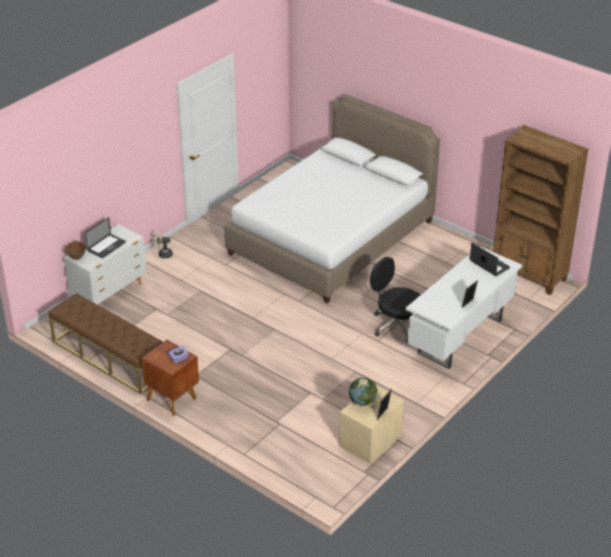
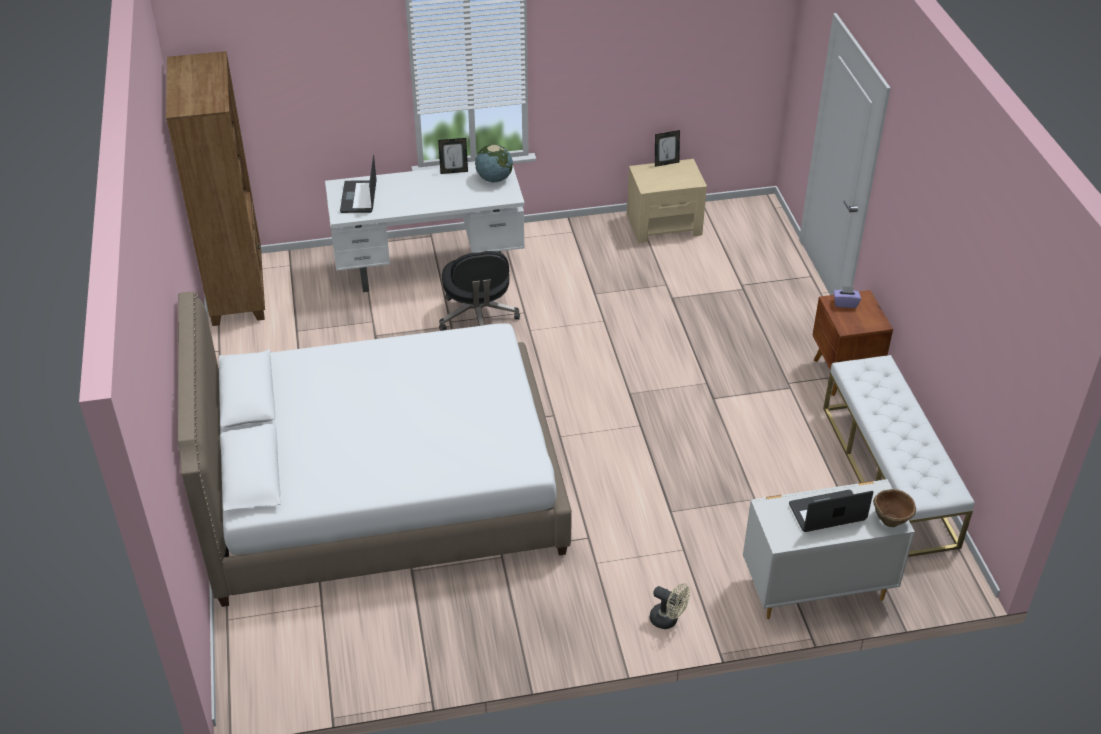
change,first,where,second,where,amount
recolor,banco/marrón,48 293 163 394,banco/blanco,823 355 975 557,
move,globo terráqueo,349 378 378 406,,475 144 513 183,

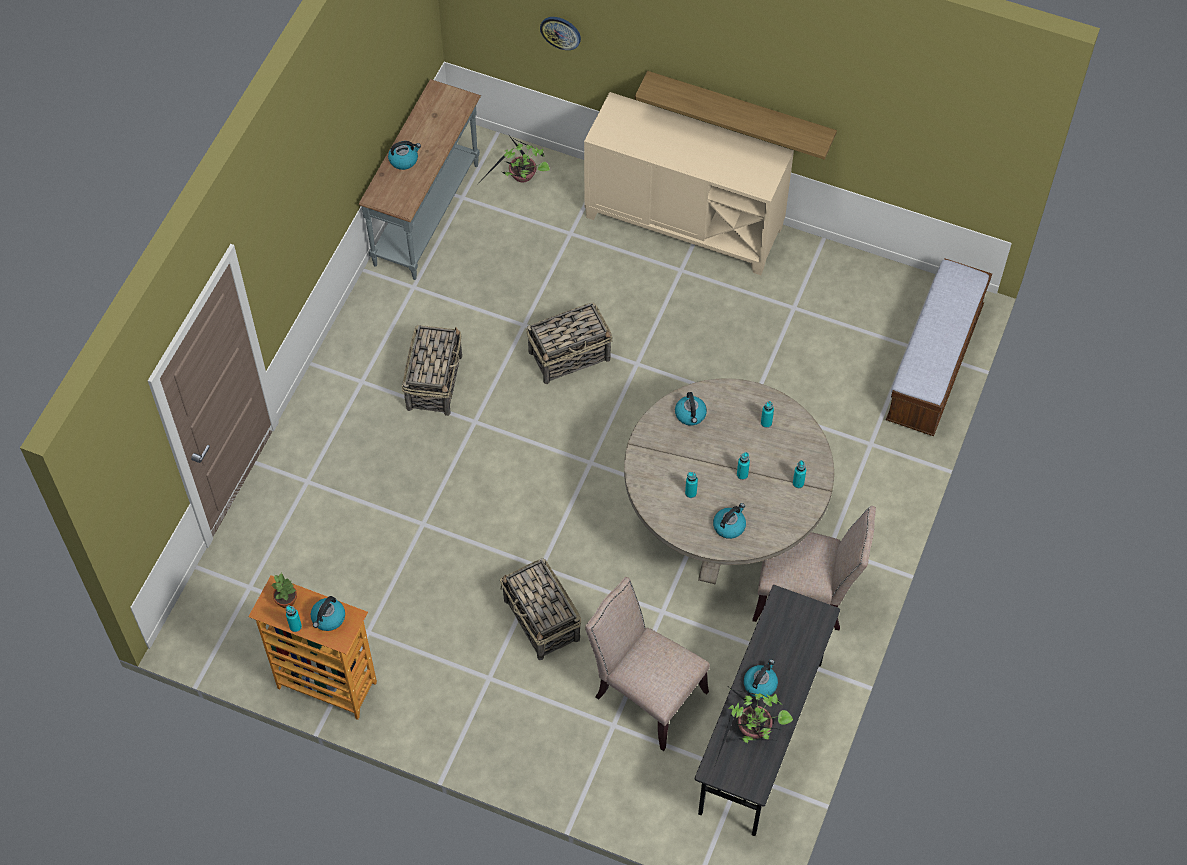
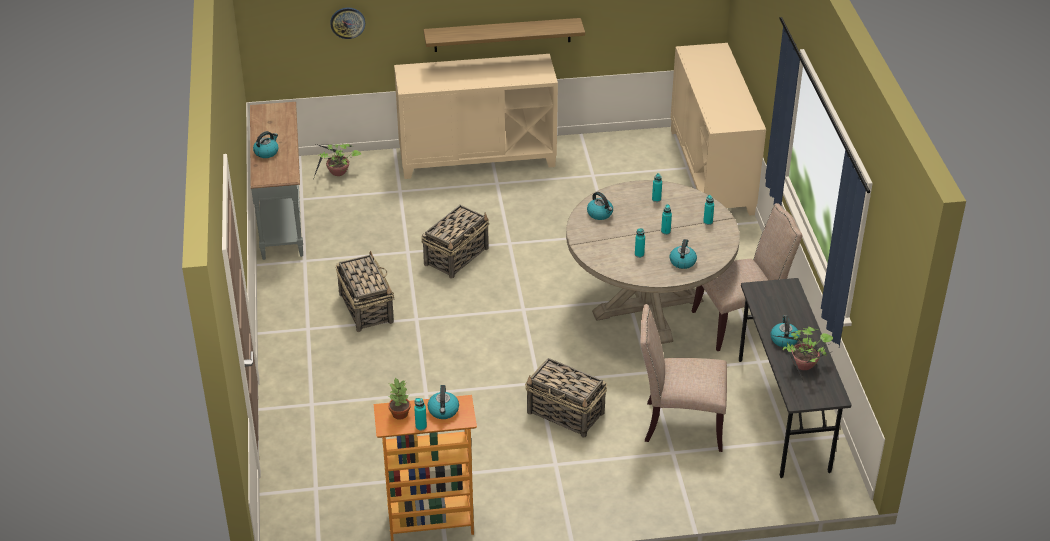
change,first,where,second,where,amount
replace,banco,886 259 992 436,armario/beis,671 43 766 216,

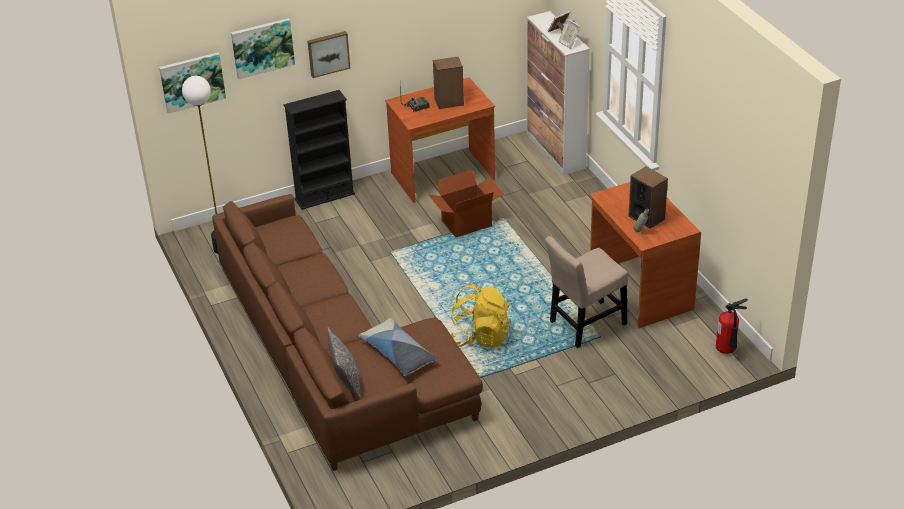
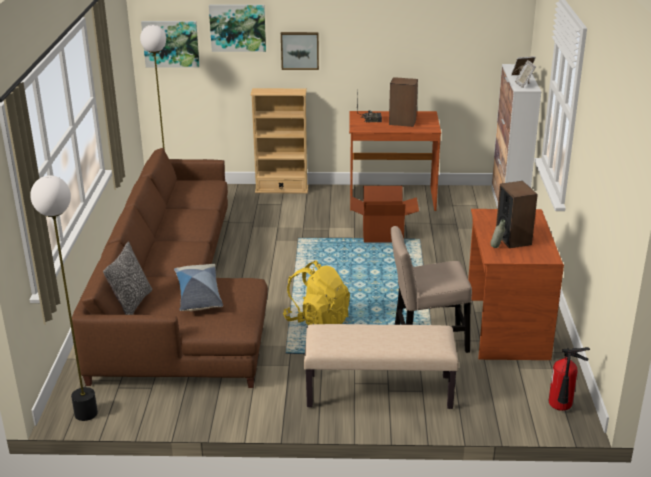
change,first,where,second,where,amount
recolor,estantería/negro,283 90 355 210,estantería/beis,250 88 308 194,
insert,,,lámpara de pie,30 175 98 421,
insert,,,banco/beis,304 324 459 409,

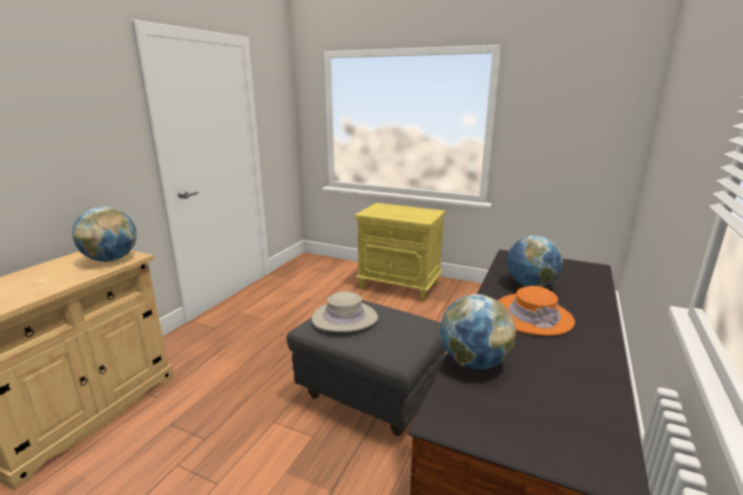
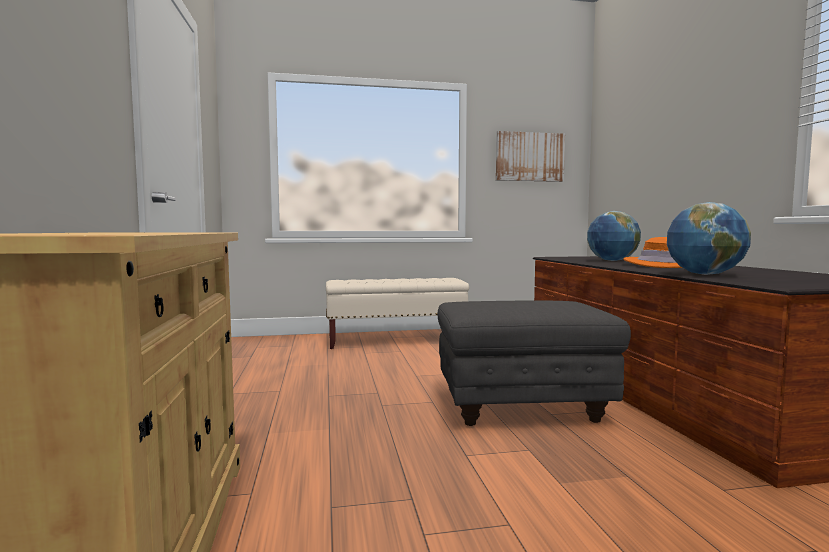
change,first,where,second,where,amount
replace,mesita de noche/amarillo,355 203 445 301,banco/beis,326 278 469 349,
delete,globo terráqueo,72 207 137 262,,,
delete,sombrero/beis,312 291 378 332,,,
insert,,,cuadro,496 131 565 182,

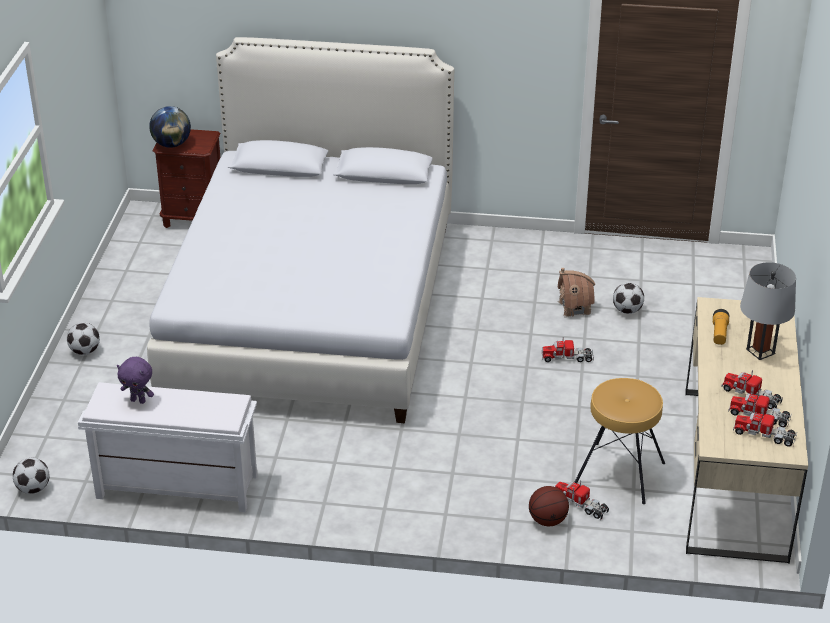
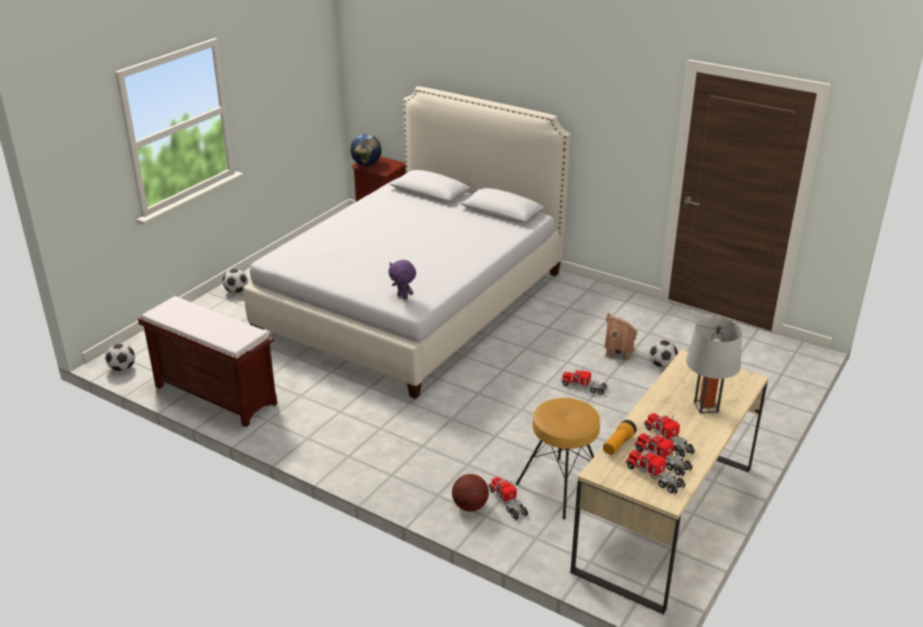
change,first,where,second,where,amount
move,linterna,713 309 729 345,,603 420 637 455,
move,peluche/morado,117 357 154 404,,388 260 416 300,
recolor,banco/blanco,78 382 257 512,banco/marrón,138 296 277 427,

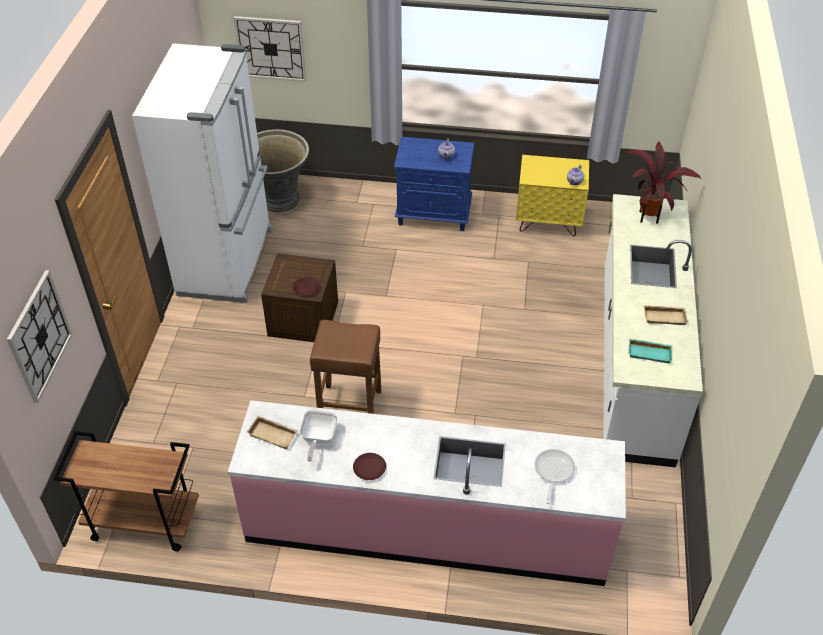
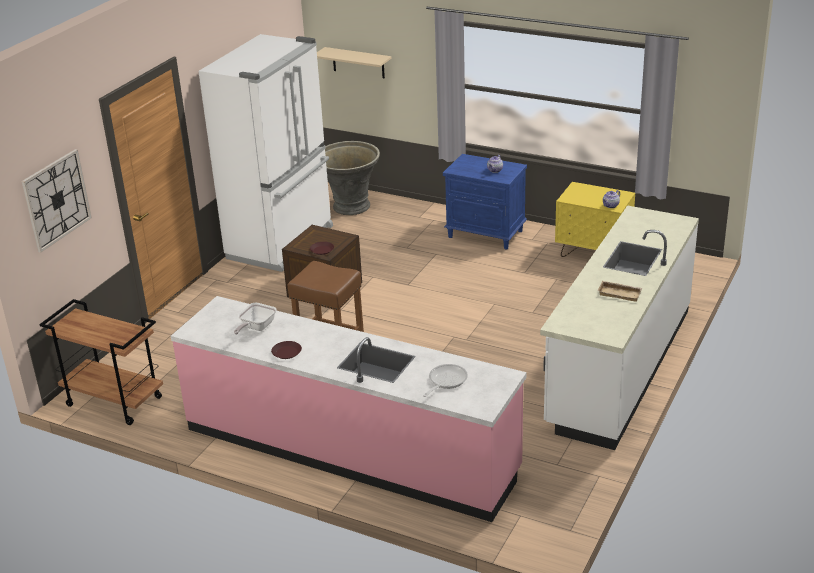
change,first,where,second,where,amount
replace,reloj de pared,233 16 306 82,estante/beis,317 47 392 78,
delete,planta en maceta,626 141 702 224,,,
delete,bandeja/turquesa,628 338 672 363,,,
delete,bandeja/beis,246 416 298 449,,,

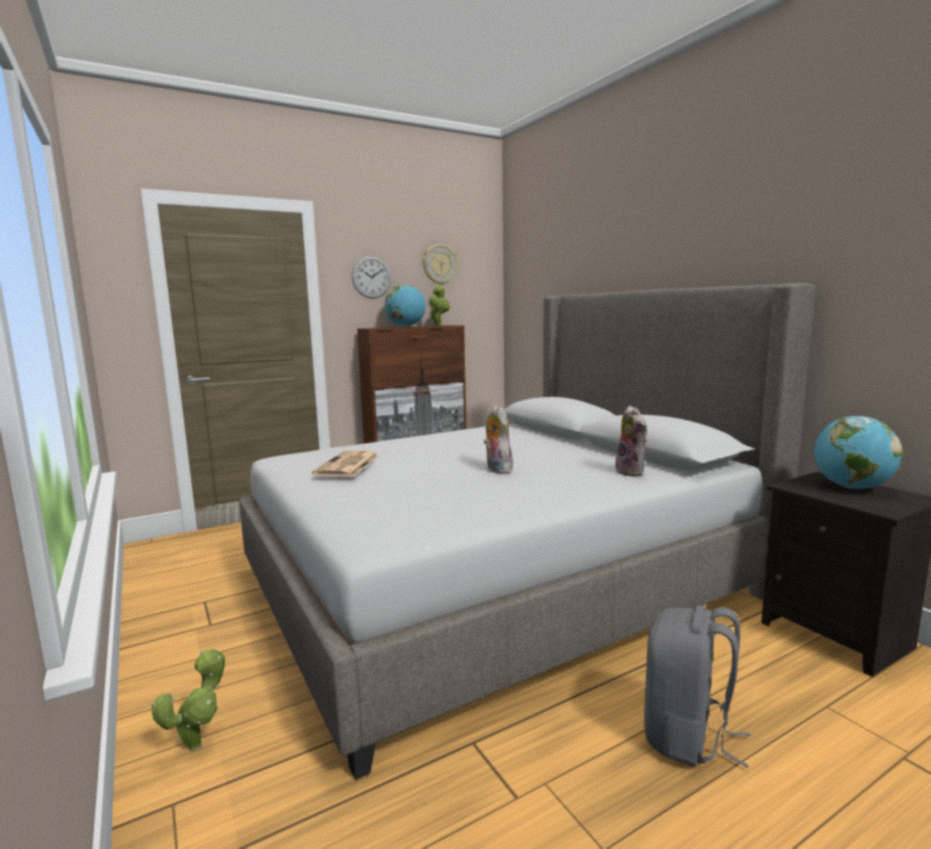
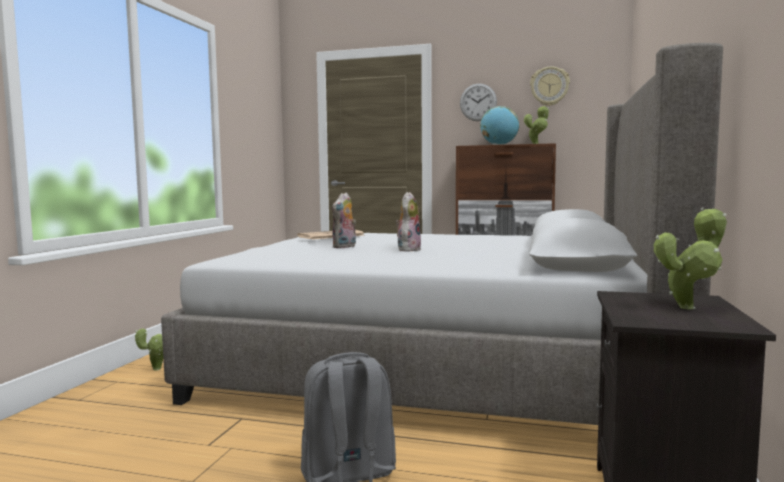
change,first,where,second,where,amount
move,peluche,615 405 647 477,,332 193 356 248,
replace,globo terráqueo,814 416 903 489,planta en maceta,654 207 727 309,

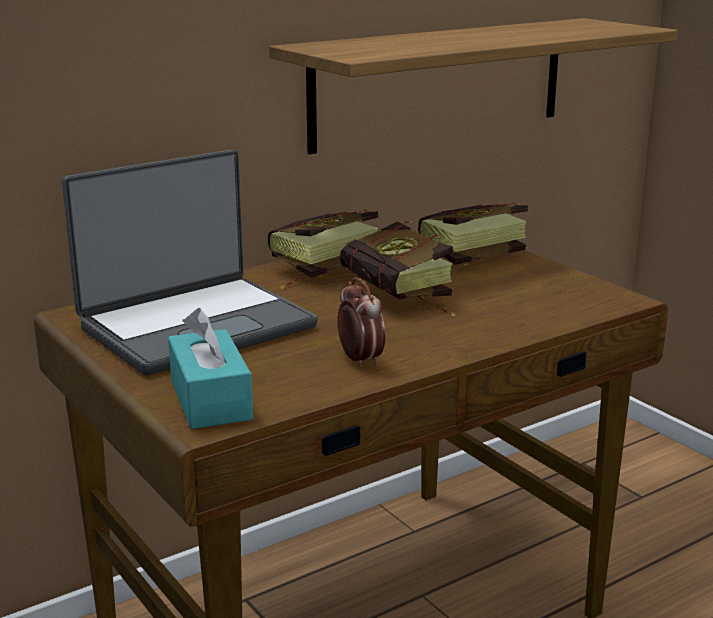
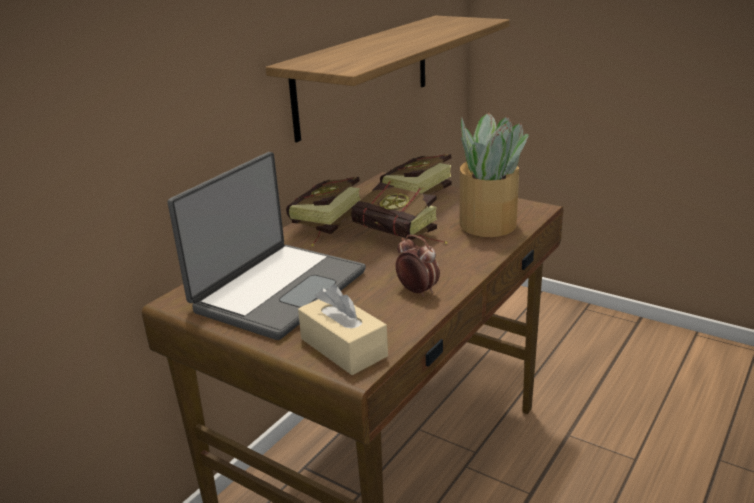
change,first,where,second,where,amount
recolor,caja de pañuelos/turquesa,168 308 253 429,caja de pañuelos/beis,298 284 388 375,
insert,,,planta en maceta,459 113 529 237,

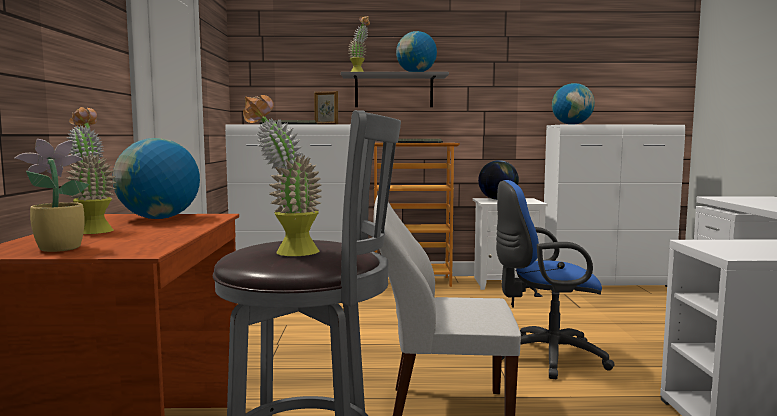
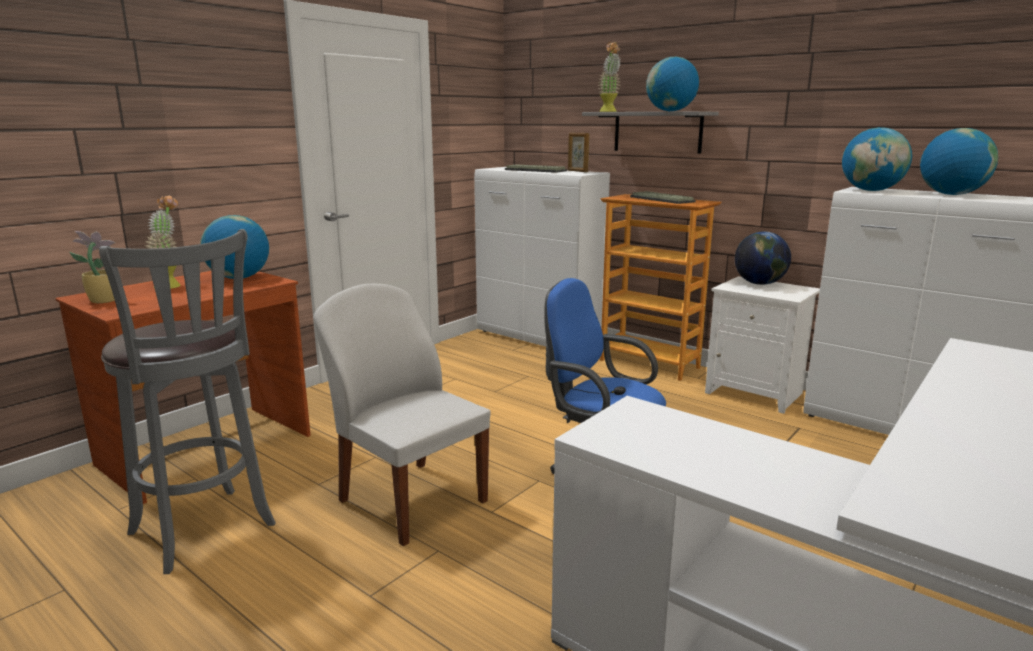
change,first,where,second,where,amount
delete,planta en maceta,243 95 321 256,,,
insert,,,globo terráqueo,920 128 998 195,

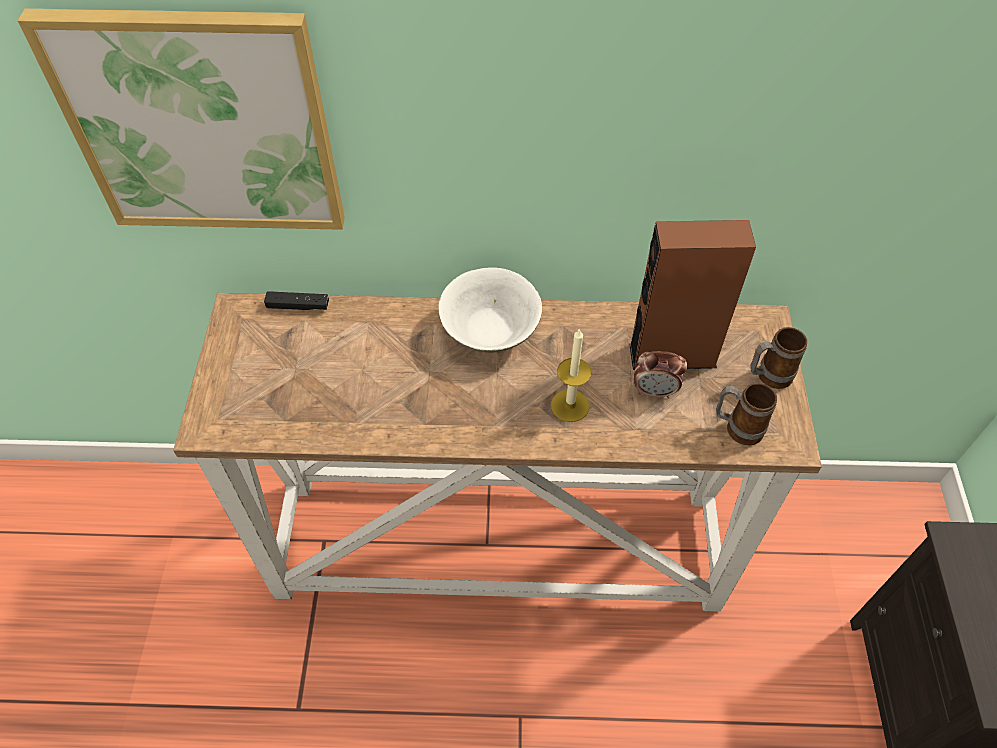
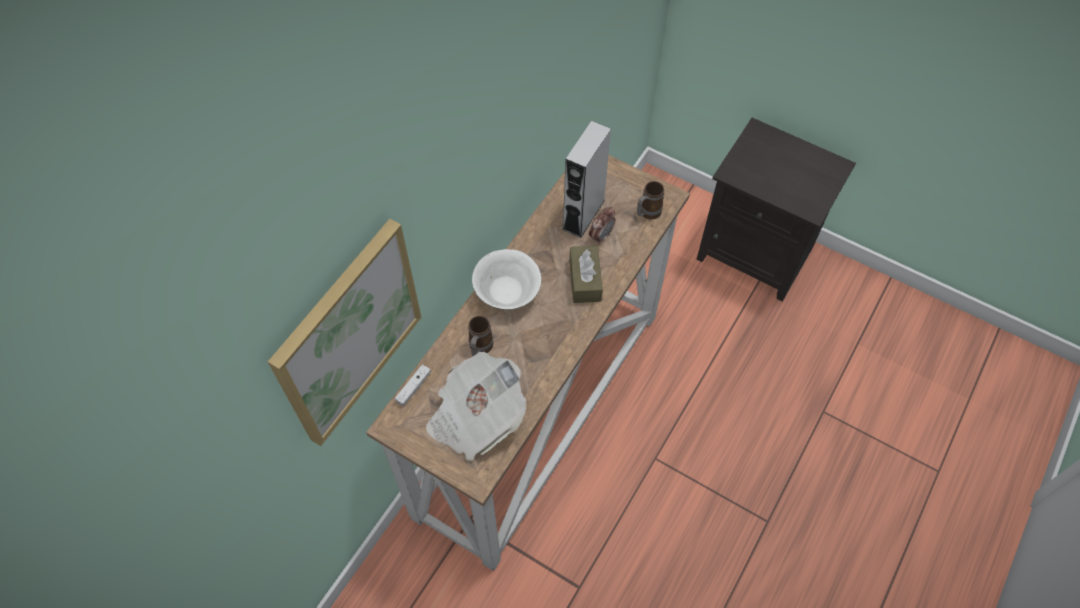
change,first,where,second,where,amount
recolor,altavoz/marrón,629 220 756 370,altavoz/gris,562 120 611 238,
recolor,mando de consola/negro,264 291 329 310,mando de consola/blanco,395 364 431 406,
move,taza grande,750 327 807 389,,468 316 493 356,
replace,vela,551 328 591 422,caja de pañuelos/marrón,569 246 603 303,
insert,,,periódico,426 352 527 461,

